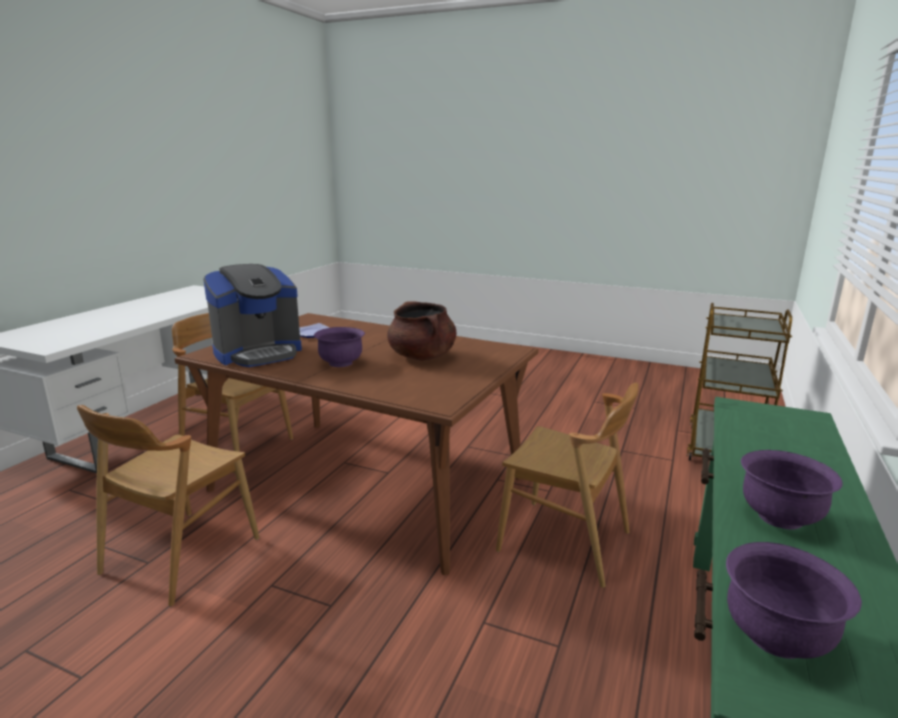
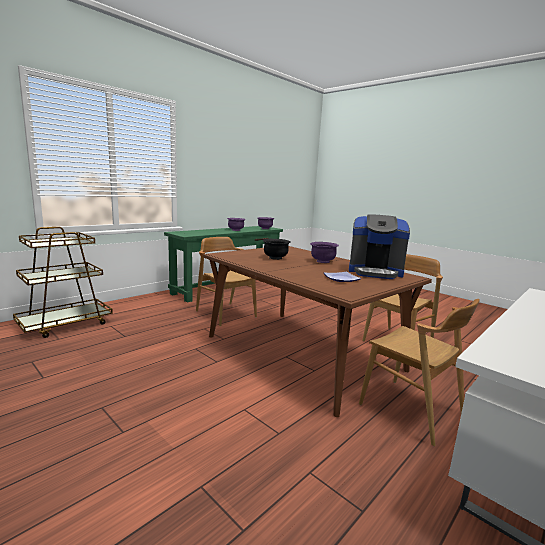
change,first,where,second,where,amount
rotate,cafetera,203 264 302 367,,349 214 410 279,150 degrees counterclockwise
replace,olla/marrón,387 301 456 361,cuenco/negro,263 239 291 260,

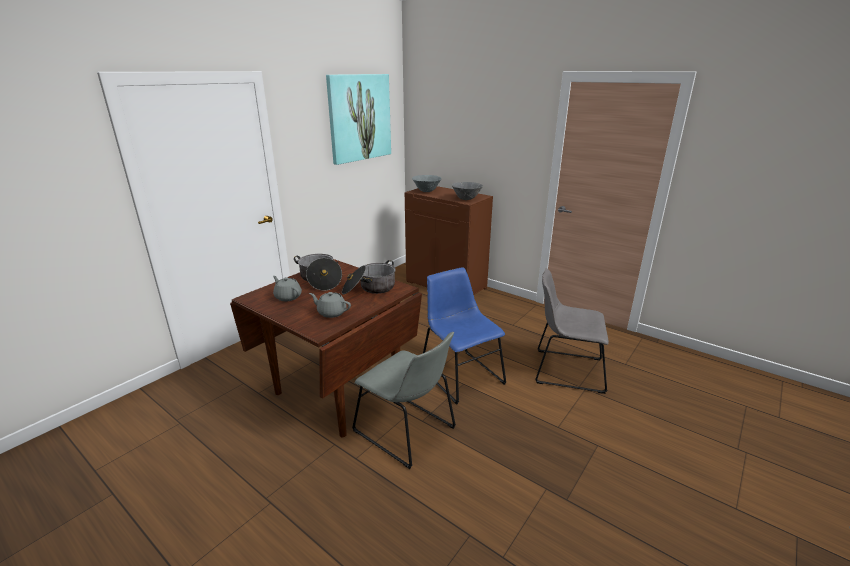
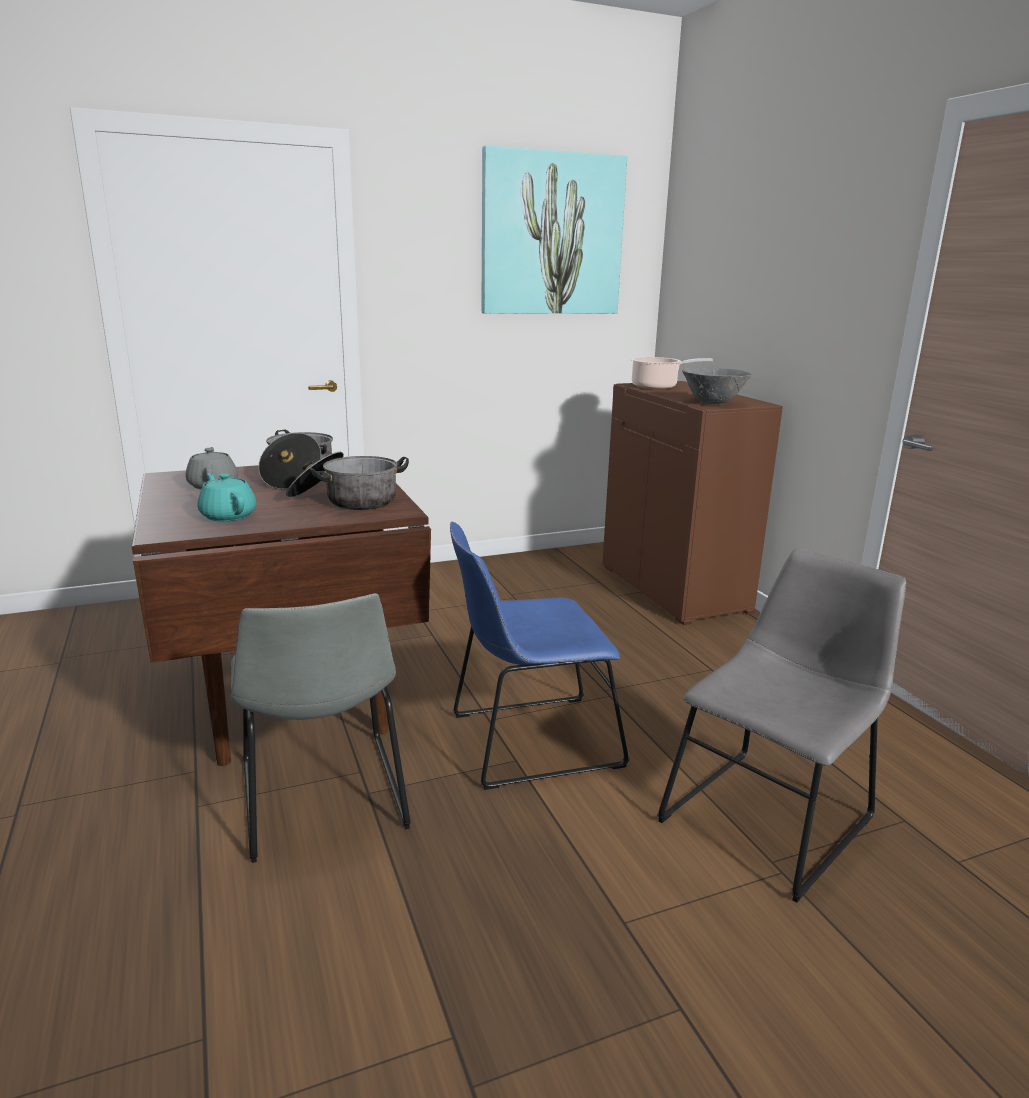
change,first,where,second,where,amount
replace,cuenco/gris,412 175 442 192,olla,631 357 713 389,
rotate,silla/azul,423 267 507 405,,450 522 630 790,105 degrees counterclockwise
rotate,silla/gris,535 268 609 394,,657 548 906 903,90 degrees clockwise
recolor,tetera/gris,309 292 351 318,tetera/turquesa,197 473 256 521,

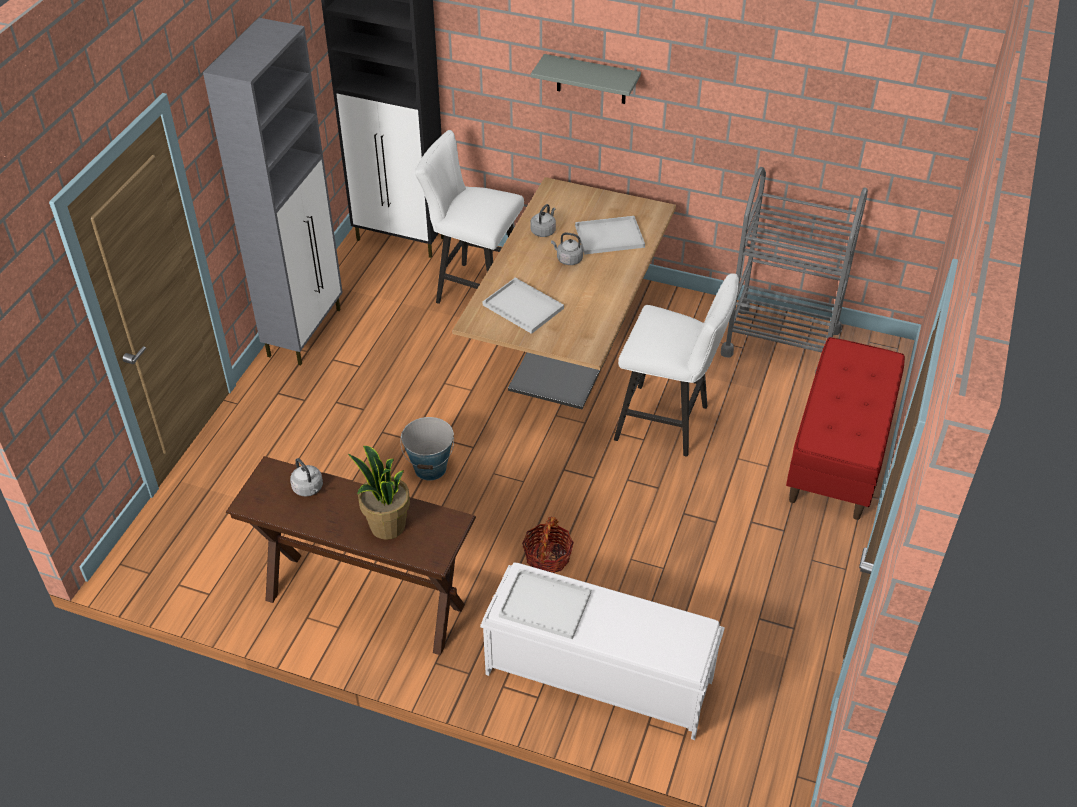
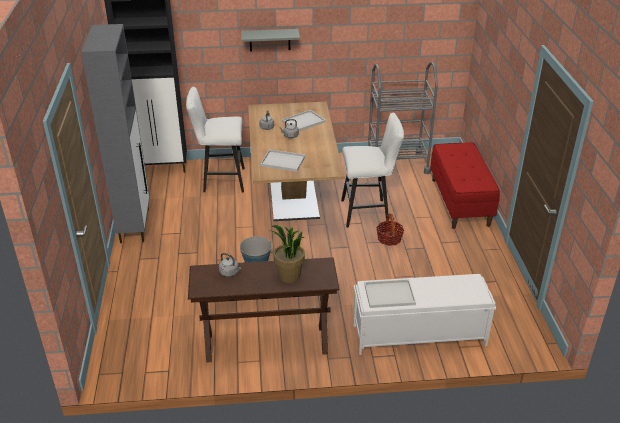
change,first,where,second,where,amount
move,cesta,522 517 574 573,,376 213 404 246,

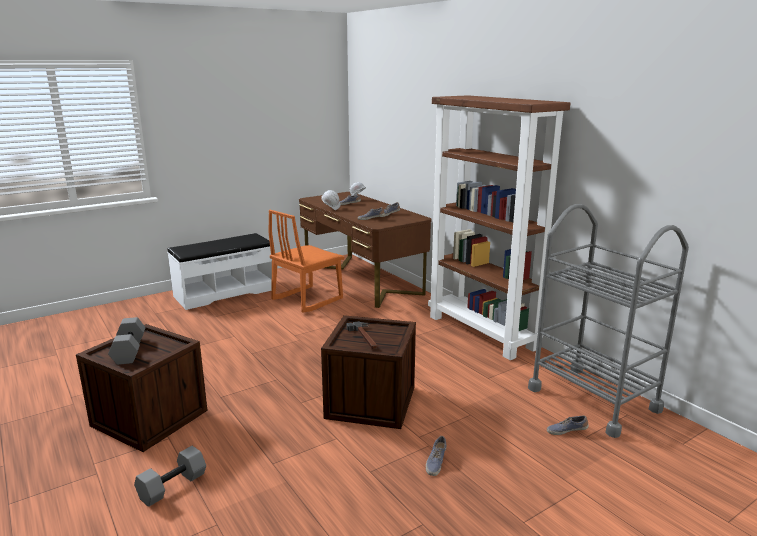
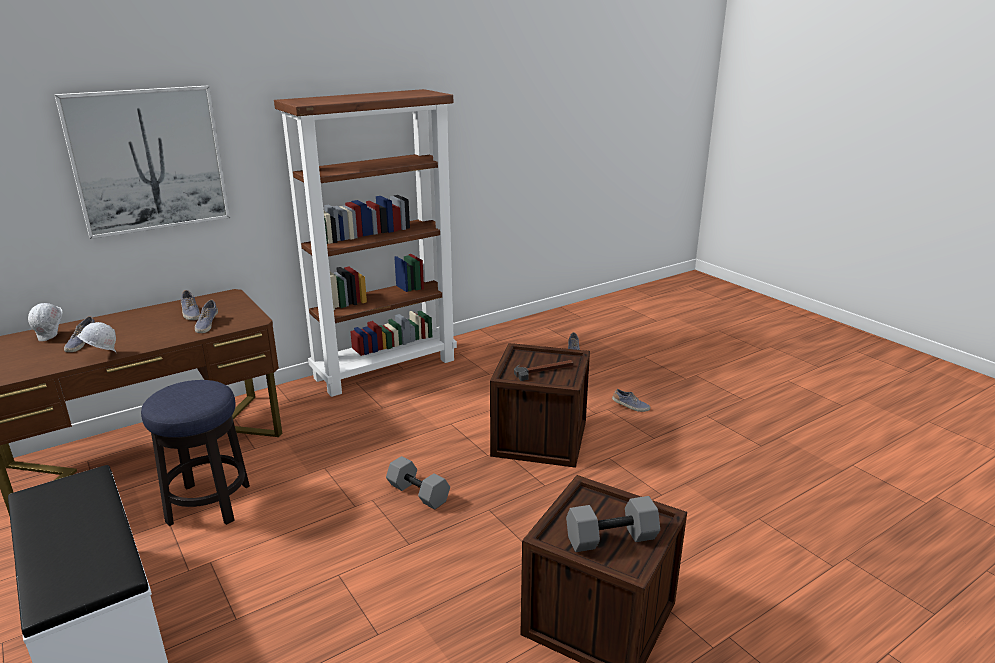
change,first,where,second,where,amount
delete,carrito/gris,528 204 689 438,,,
replace,silla/naranja,268 210 344 313,taburete,141 380 250 526,
move,mancuerna/gris,134 446 206 507,,386 456 450 510,
insert,,,cuadro,54 86 230 239,

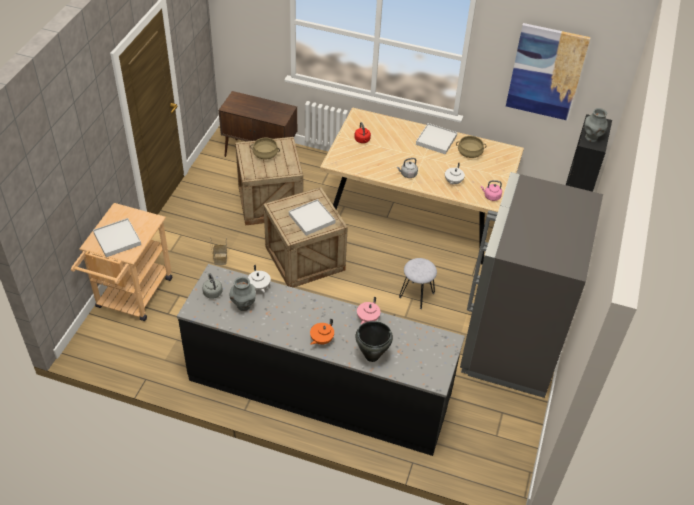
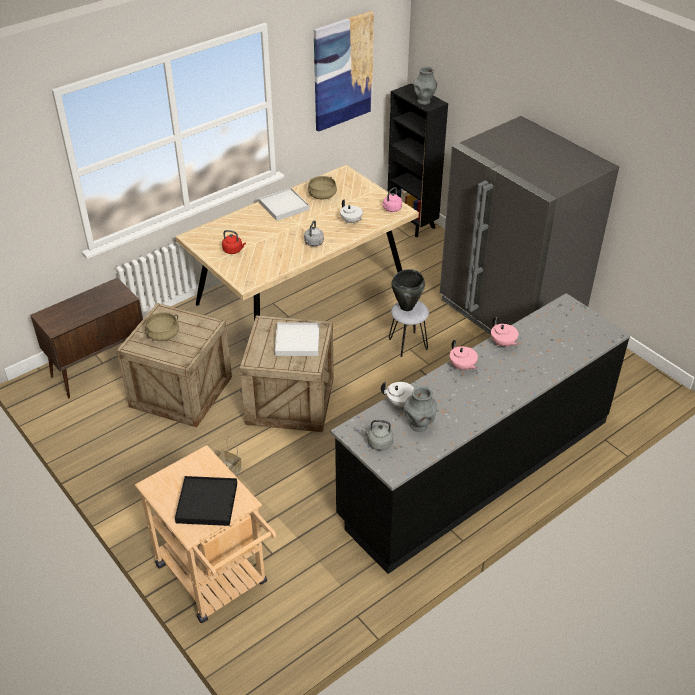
change,first,where,second,where,amount
recolor,bandeja/blanco,93 218 141 257,bandeja/negro,175 476 237 526,
delete,tetera/naranja,310 318 334 345,,,
move,olla/negro,355 321 393 362,,391 269 425 311,
insert,,,tetera/rosa,450 340 478 371,

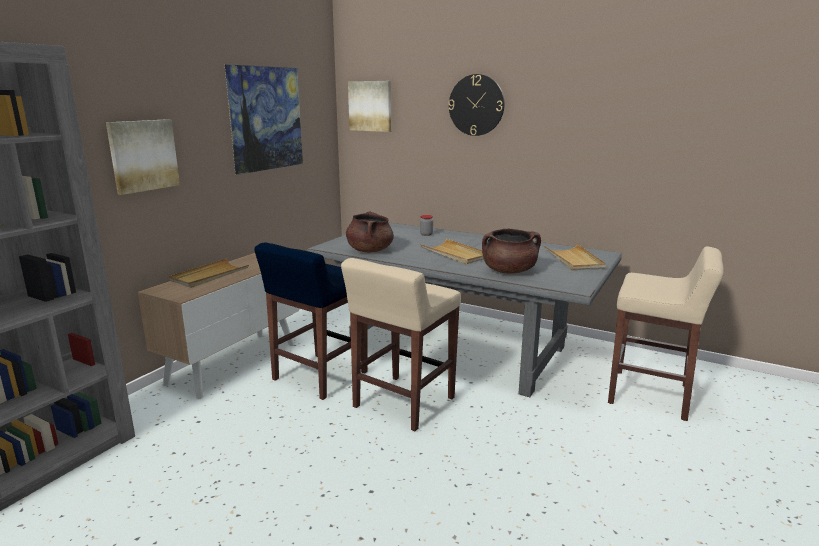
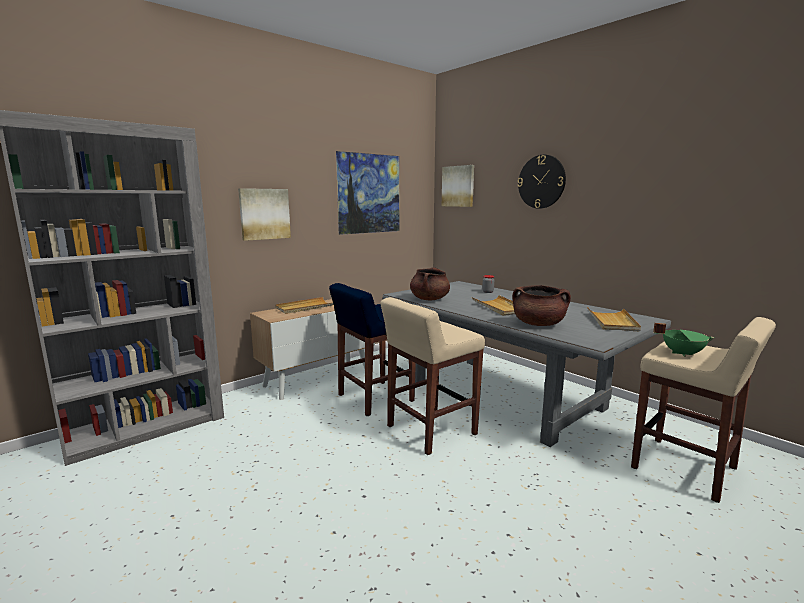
change,first,where,second,where,amount
insert,,,olla/verde,653 323 715 357,

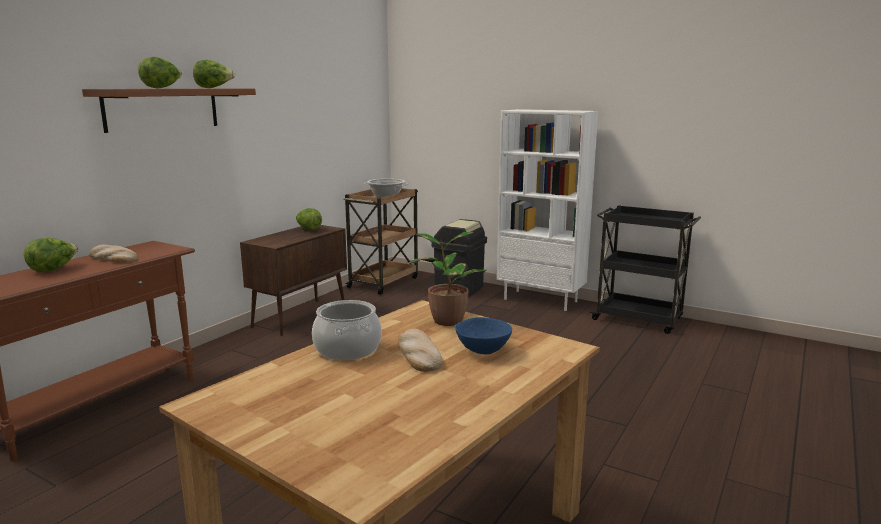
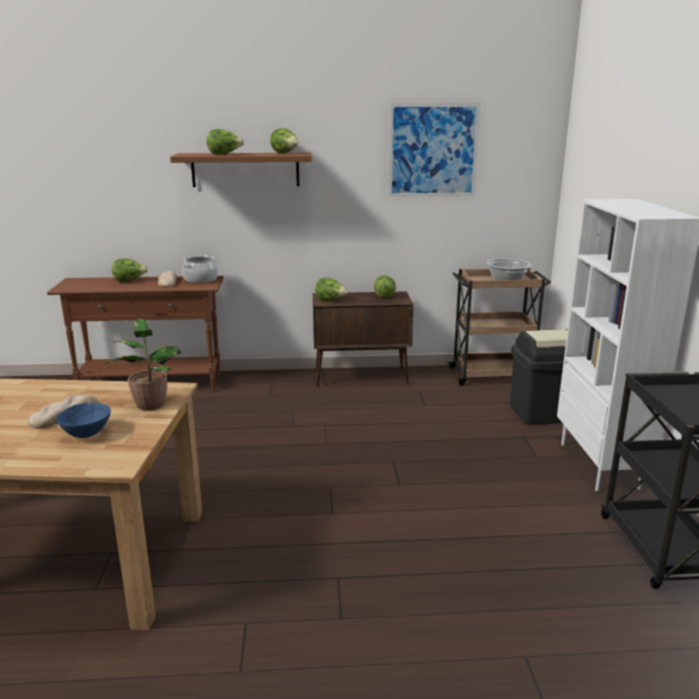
change,first,where,second,where,amount
move,olla,312 300 382 360,,182 255 218 283,
insert,,,cuadro,388 103 481 197,
insert,,,lechuga,315 278 347 301,

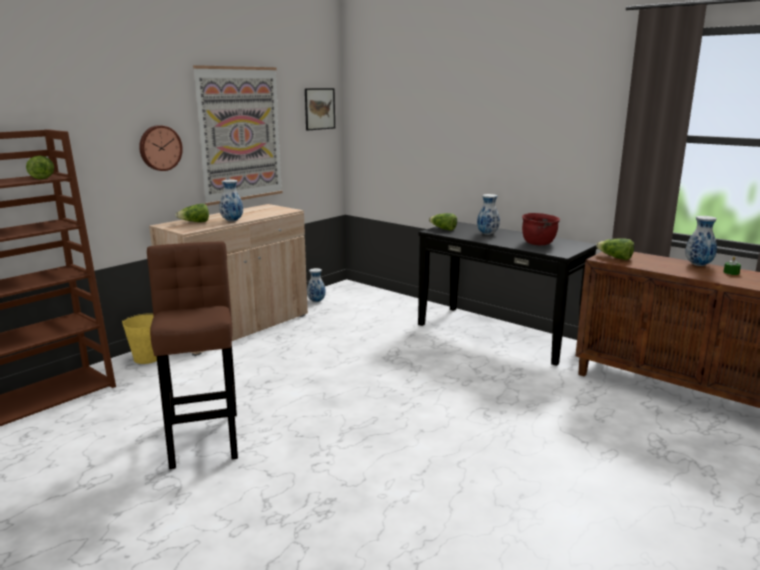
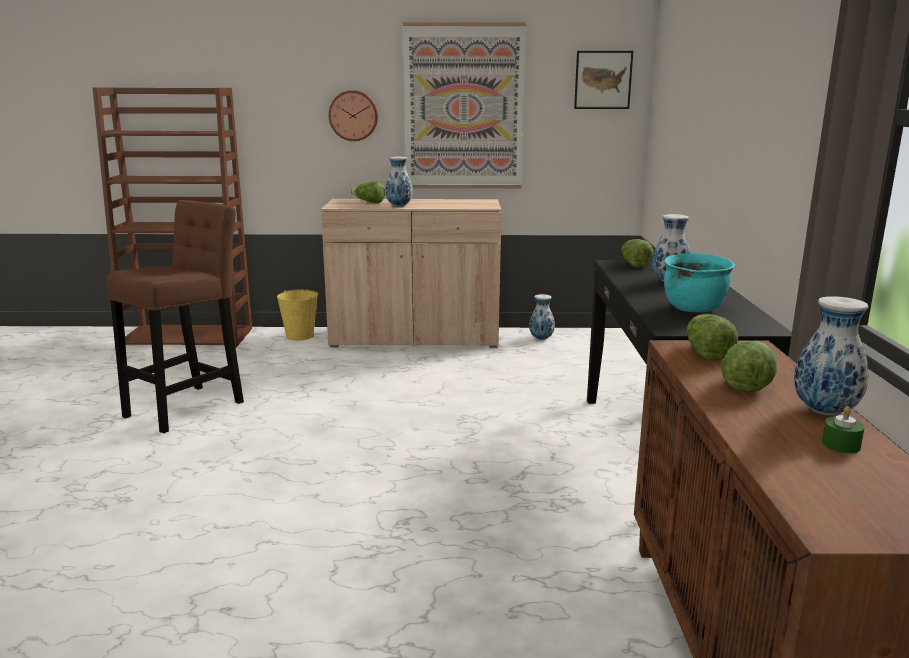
change,first,where,second,where,amount
move,lechuga,26 156 54 179,,721 340 777 392,
recolor,olla/rojo,522 213 560 245,olla/turquesa,664 253 735 312,

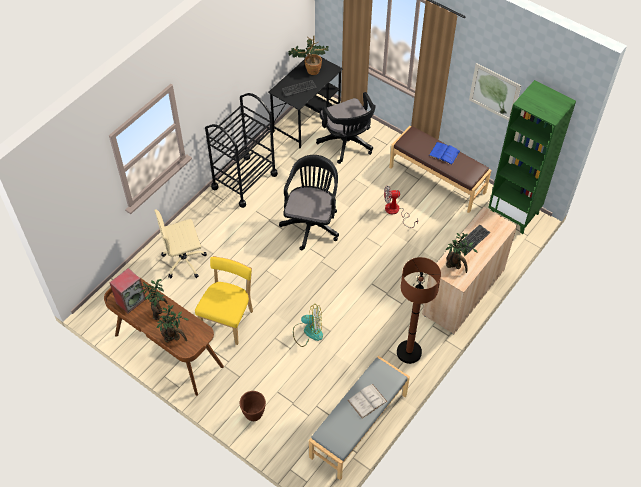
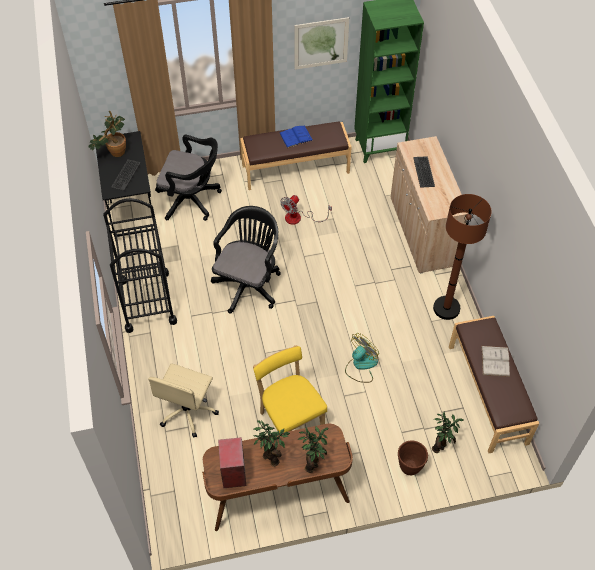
change,first,where,second,where,amount
rotate,silla de oficina/negro,279 155 339 250,,211 206 281 314,60 degrees clockwise
move,planta en maceta,445 233 478 273,,432 411 463 453,
recolor,banco/gris,309 356 410 480,banco/marrón,449 316 539 453,

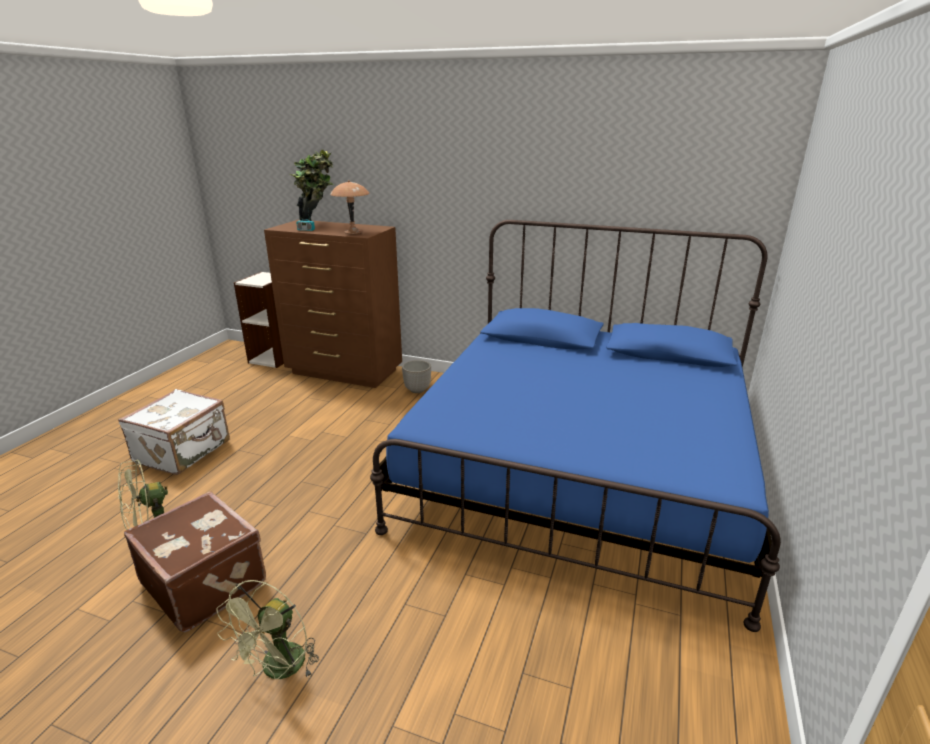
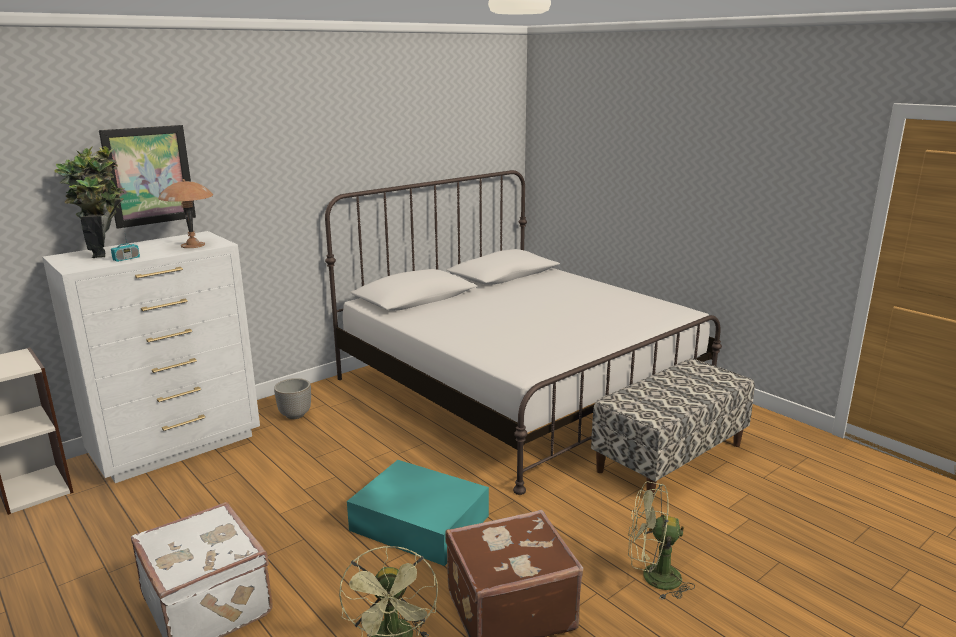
change,first,where,second,where,amount
recolor,cómoda/marrón,264 220 402 388,cómoda/blanco,42 231 260 483,
recolor,cama/azul,370 220 781 632,cama/blanco,325 170 722 495,
rotate,ventilador/verde,216 580 319 679,,628 481 695 600,135 degrees clockwise
insert,,,cuadro,99 125 196 229,
insert,,,banco,591 358 755 496,
insert,,,caja de almacenaje/turquesa,347 460 489 566,

